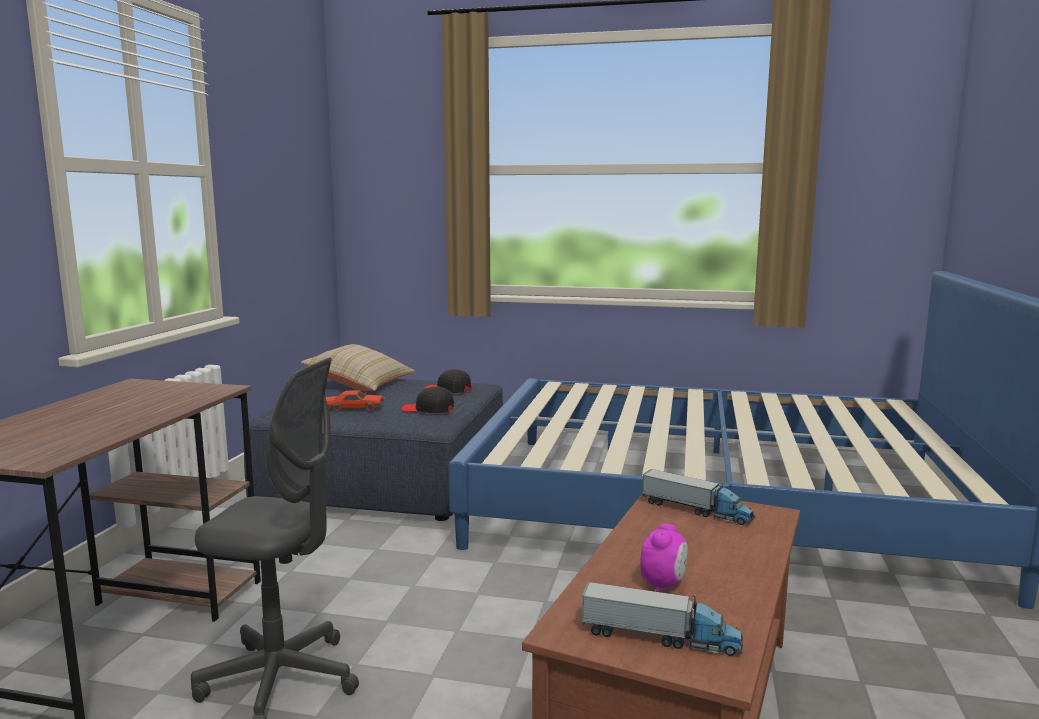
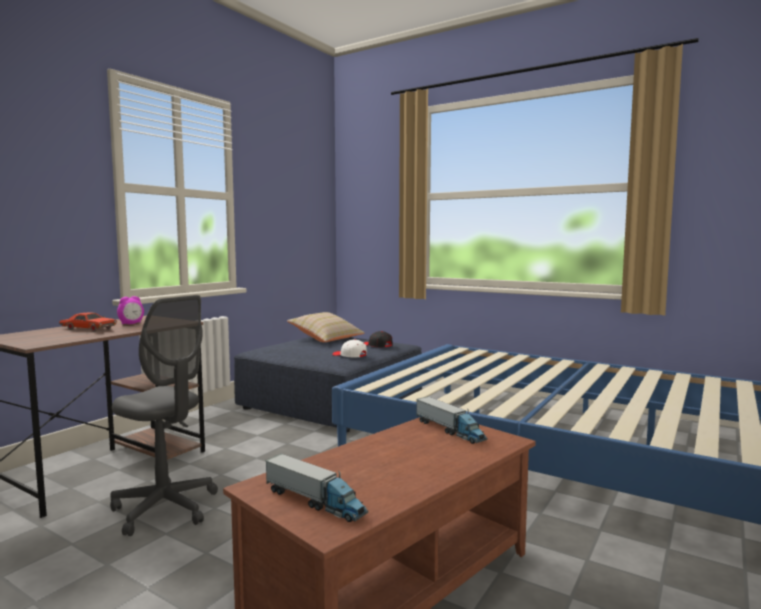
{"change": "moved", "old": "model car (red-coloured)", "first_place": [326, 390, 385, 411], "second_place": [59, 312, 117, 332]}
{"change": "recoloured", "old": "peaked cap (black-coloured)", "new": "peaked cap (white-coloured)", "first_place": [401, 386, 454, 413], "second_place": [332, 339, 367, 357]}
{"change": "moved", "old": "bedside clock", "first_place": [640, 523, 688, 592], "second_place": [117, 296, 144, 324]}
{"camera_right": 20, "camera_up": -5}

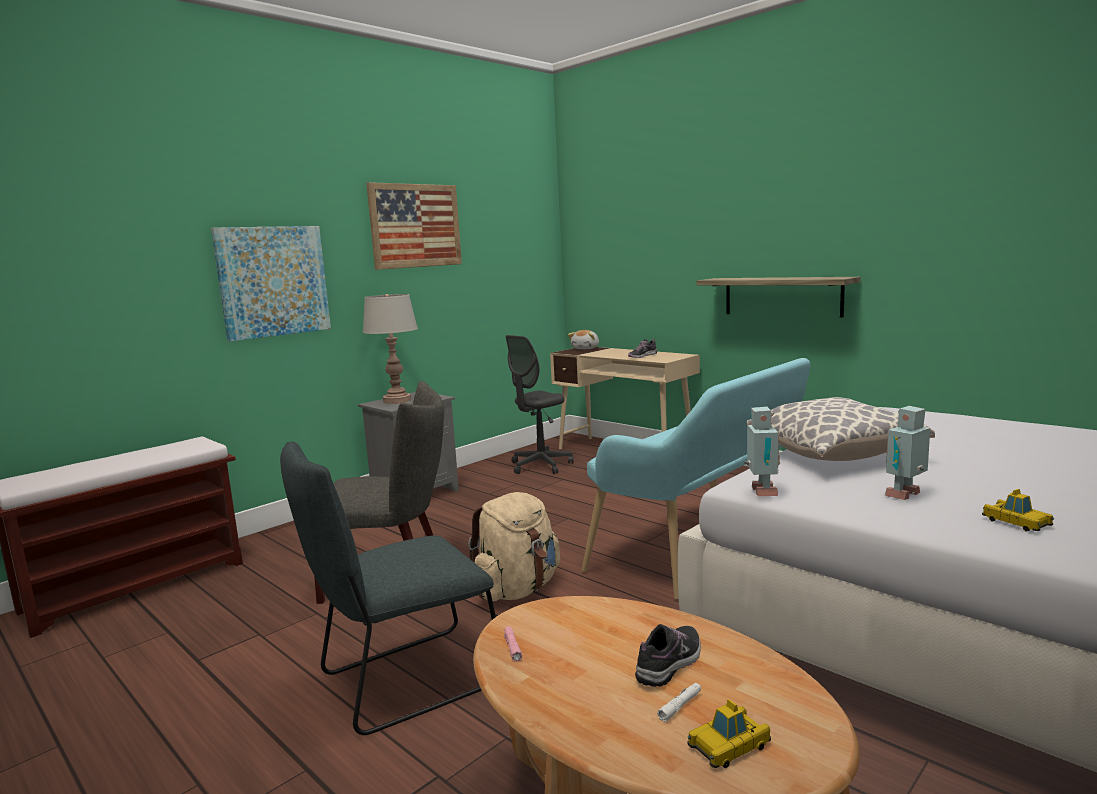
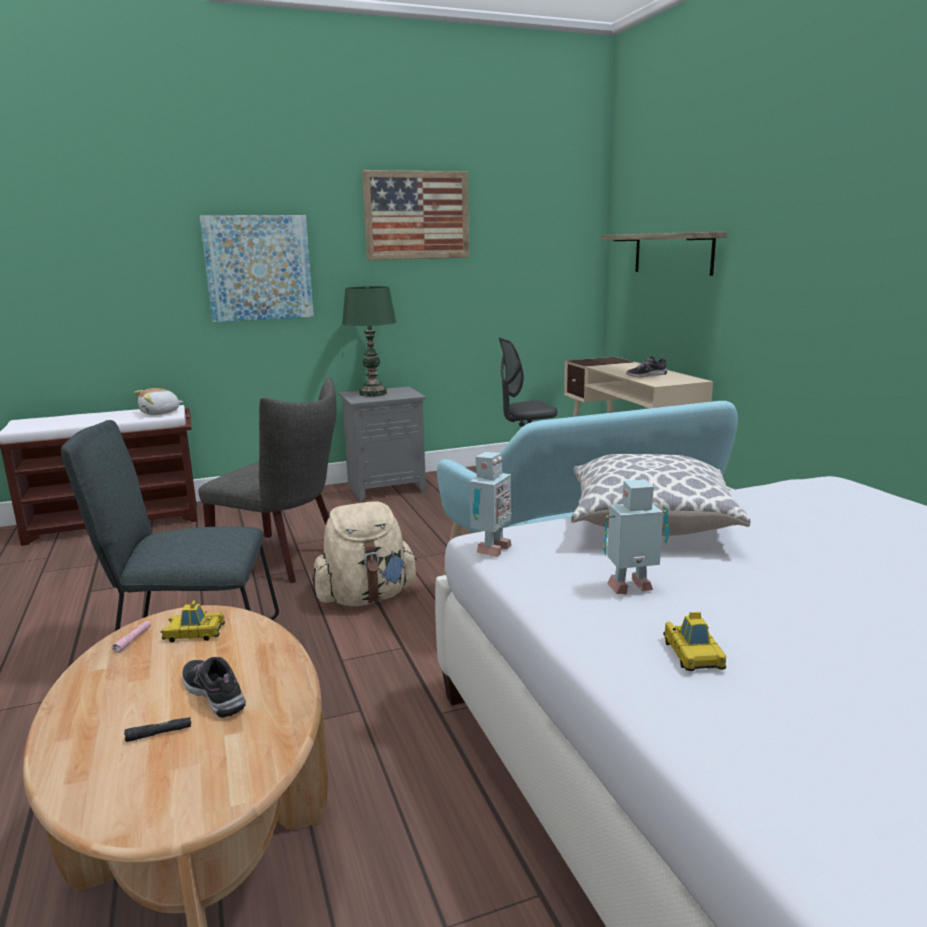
{"change": "recoloured", "old": "lamp for a table (greyish)", "new": "lamp for a table (greenish)", "first_place": [363, 294, 418, 404], "second_place": [342, 286, 396, 397]}
{"change": "moved", "old": "soft toy", "first_place": [568, 330, 599, 349], "second_place": [134, 388, 183, 415]}
{"change": "turned", "old": "shoe", "first_place": [635, 624, 701, 687], "second_place": [182, 657, 246, 718], "degrees": -105}
{"change": "recoloured", "old": "hand torch (white-coloured)", "new": "hand torch (black-coloured)", "first_place": [657, 683, 701, 722], "second_place": [124, 717, 191, 742]}
{"change": "moved", "old": "model car", "first_place": [688, 699, 771, 768], "second_place": [160, 600, 225, 642]}
{"change": "moved", "old": "bracket shelf", "first_place": [697, 277, 860, 317], "second_place": [601, 232, 727, 276]}
{"camera_right": 25, "camera_up": 5}

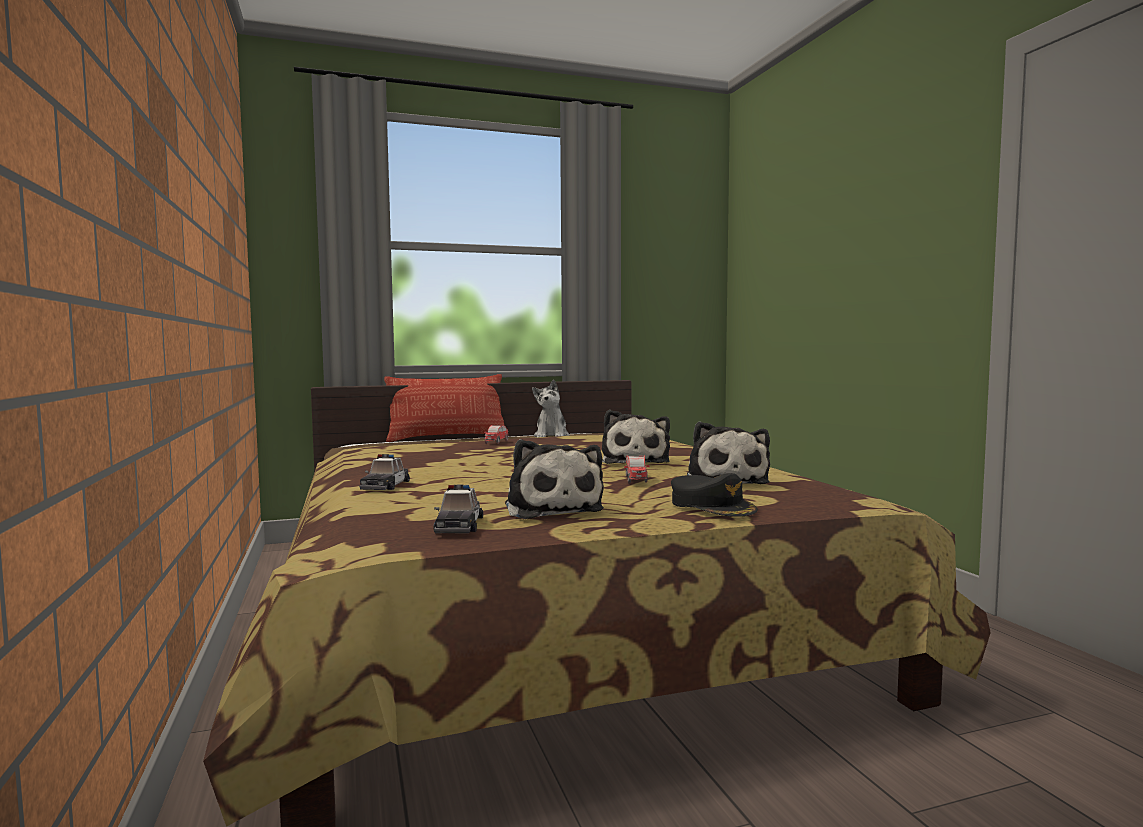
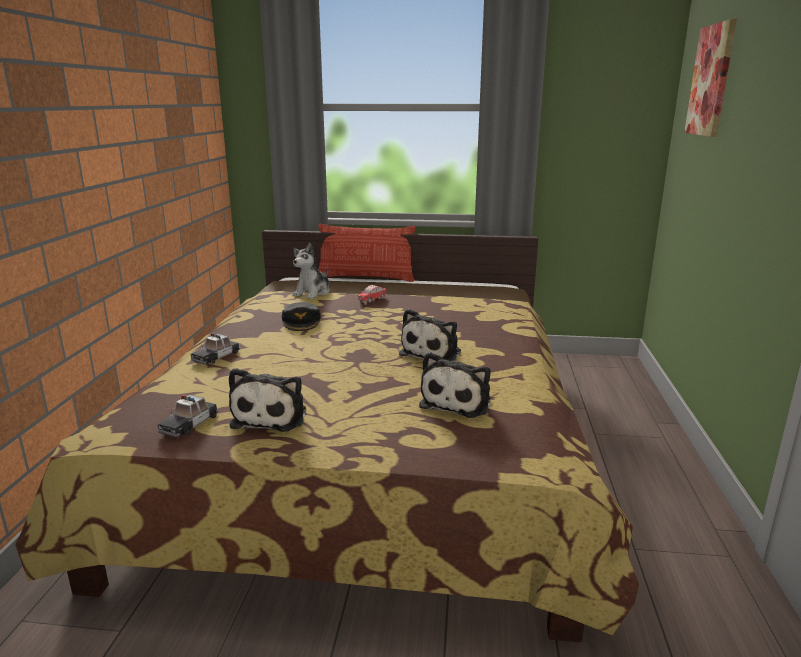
{"change": "moved", "old": "soft toy", "first_place": [532, 380, 569, 437], "second_place": [293, 243, 330, 299]}
{"change": "removed", "old": "model car", "first_place": [624, 455, 650, 484]}
{"change": "moved", "old": "peaked cap (black-coloured)", "first_place": [671, 473, 758, 517], "second_place": [282, 302, 321, 331]}
{"change": "added", "new": "picture", "second_place": [684, 19, 737, 137]}
{"camera_right": 25, "camera_up": 15}

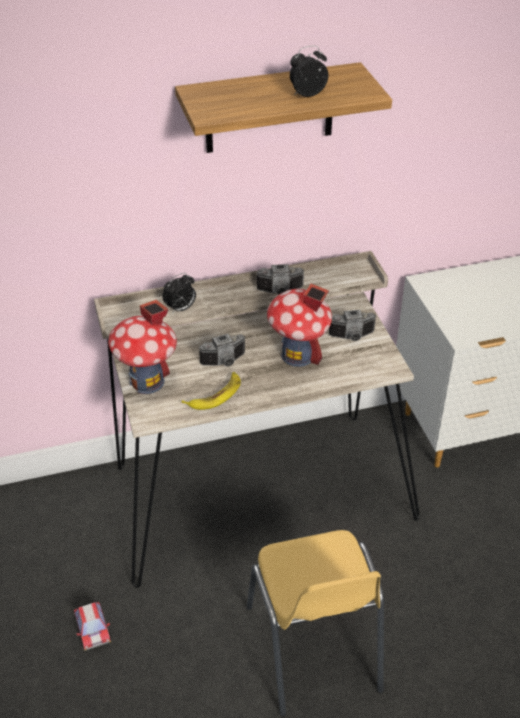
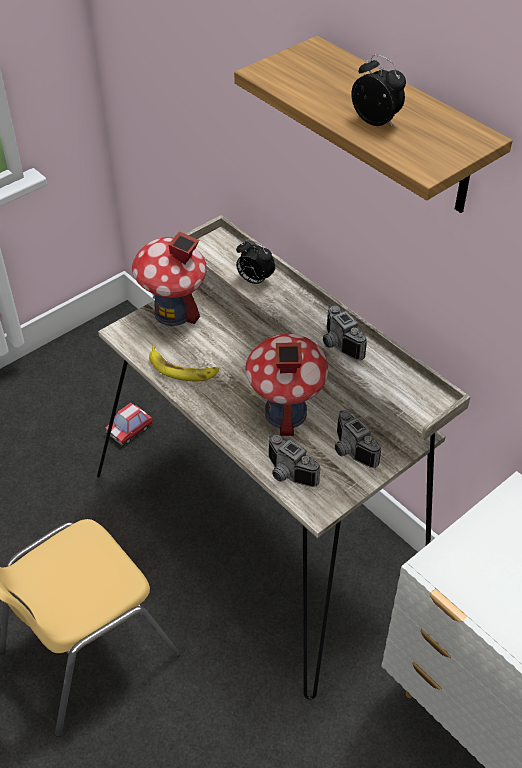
{"change": "moved", "old": "model car", "first_place": [74, 602, 111, 651], "second_place": [105, 403, 153, 445]}
{"change": "moved", "old": "still camera", "first_place": [198, 334, 245, 367], "second_place": [269, 435, 320, 487]}
{"camera_right": 65, "camera_up": 5}

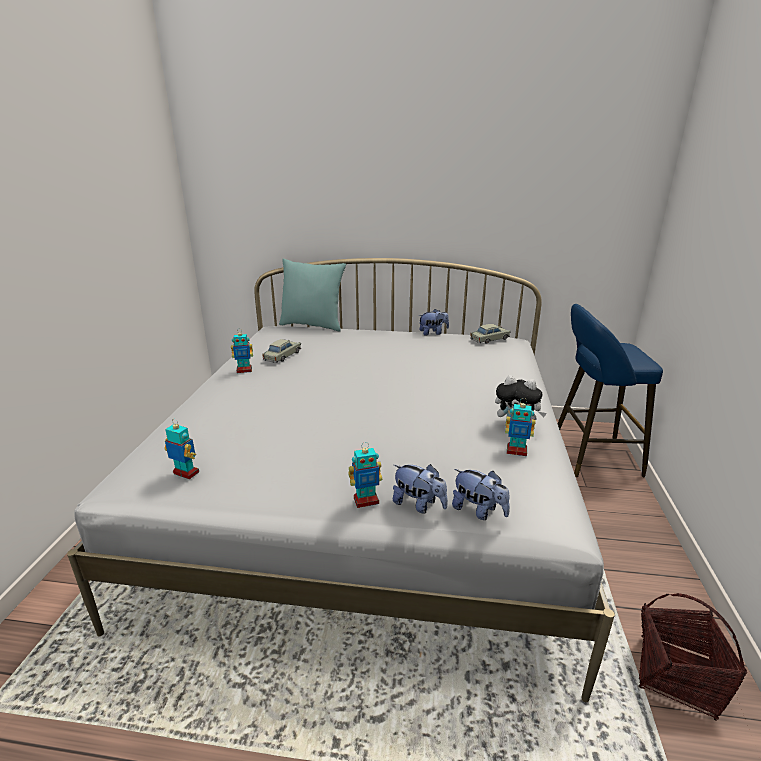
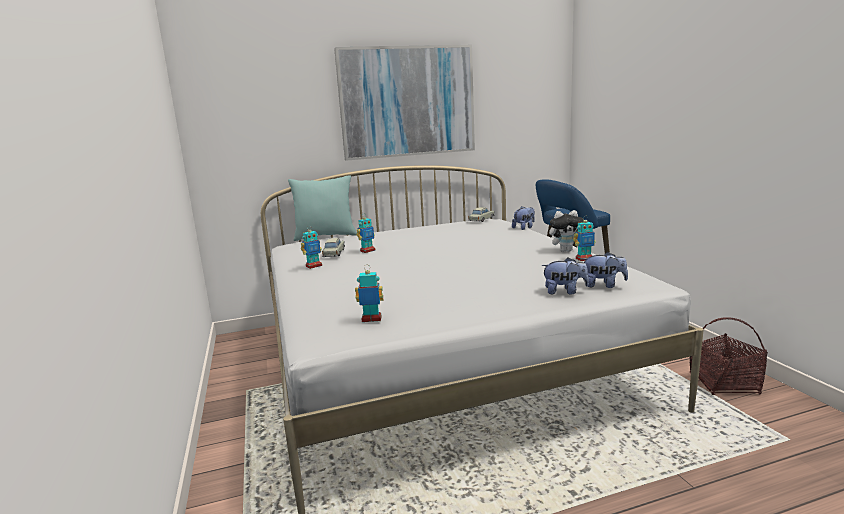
{"change": "moved", "old": "model robot", "first_place": [348, 442, 382, 508], "second_place": [356, 213, 375, 253]}
{"change": "moved", "old": "soft toy", "first_place": [418, 309, 449, 336], "second_place": [512, 206, 535, 230]}
{"change": "added", "new": "picture", "second_place": [334, 45, 475, 161]}
{"camera_right": -25, "camera_up": -10}

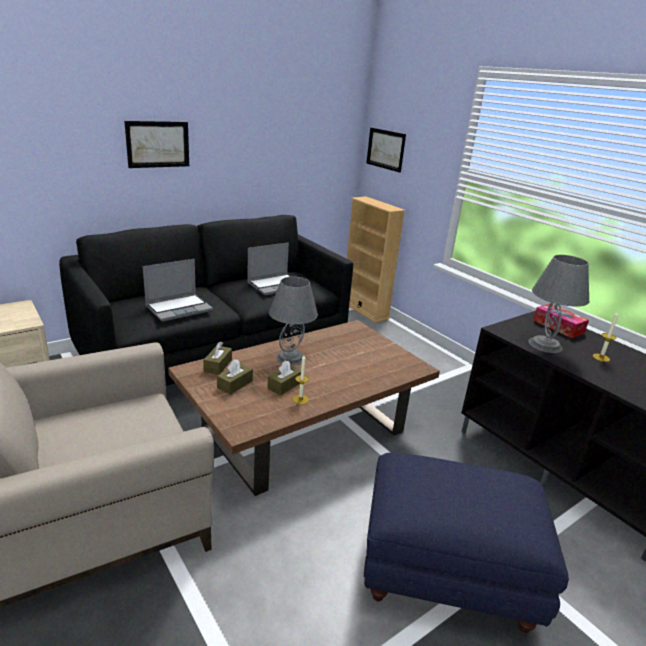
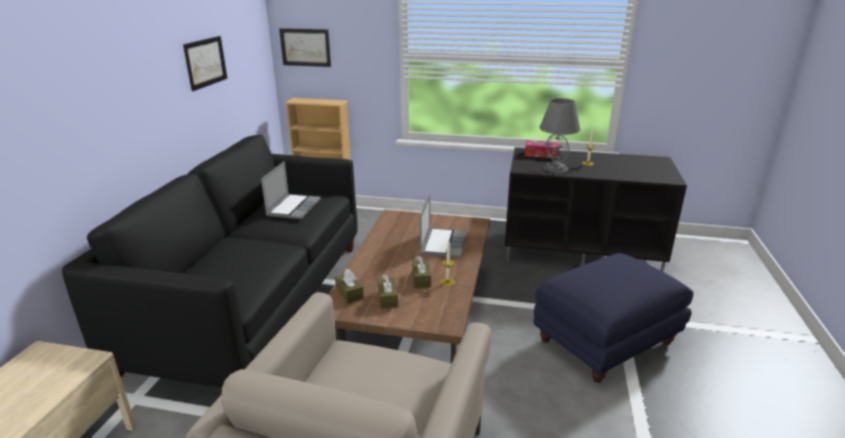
{"change": "moved", "old": "picture", "first_place": [124, 121, 189, 168], "second_place": [183, 36, 227, 91]}
{"change": "moved", "old": "portable computer", "first_place": [143, 259, 213, 322], "second_place": [420, 194, 467, 258]}
{"change": "removed", "old": "lamp for a table (greyish)", "first_place": [269, 277, 318, 366]}
{"camera_right": -40, "camera_up": 0}

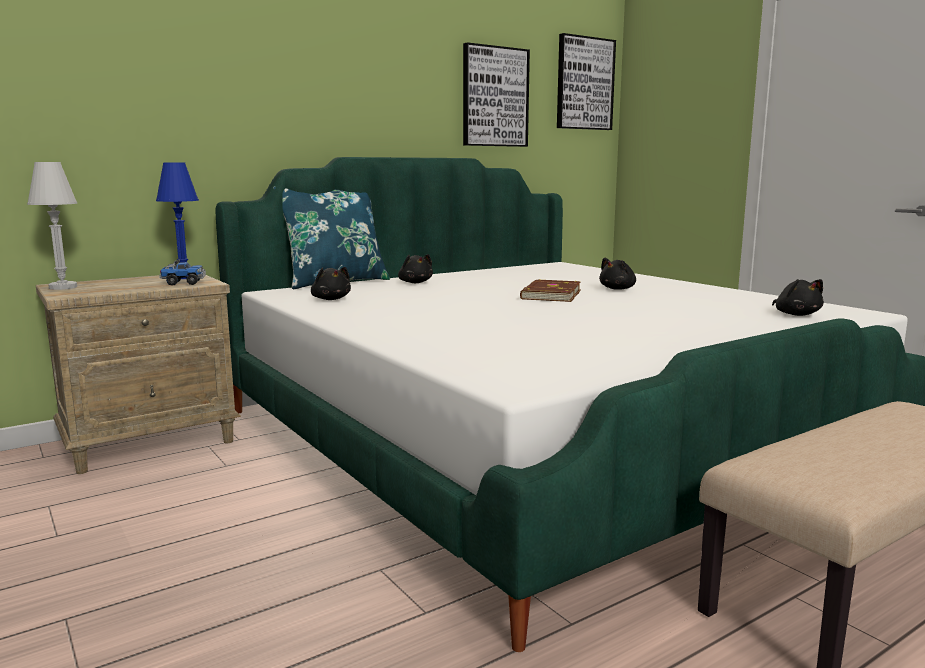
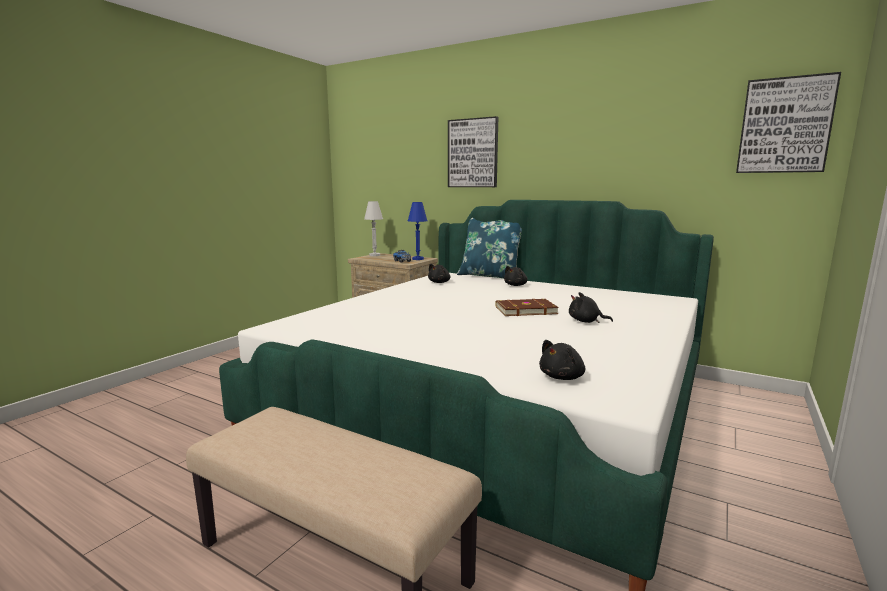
{"change": "moved", "old": "picture", "first_place": [463, 42, 530, 147], "second_place": [448, 116, 498, 187]}
{"camera_right": 65, "camera_up": 0}

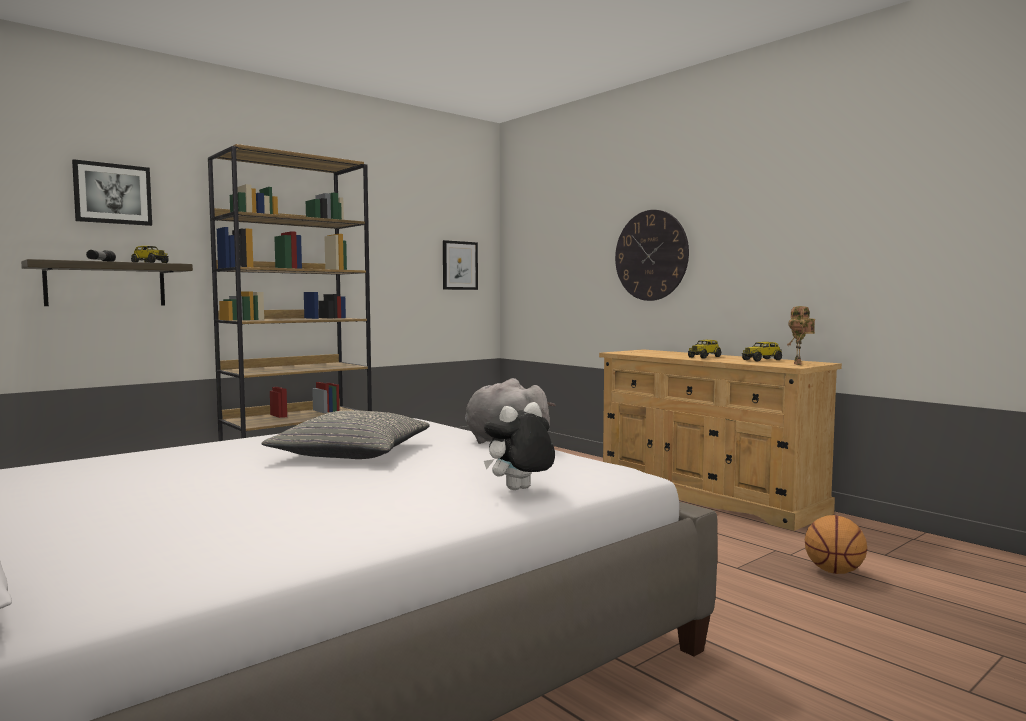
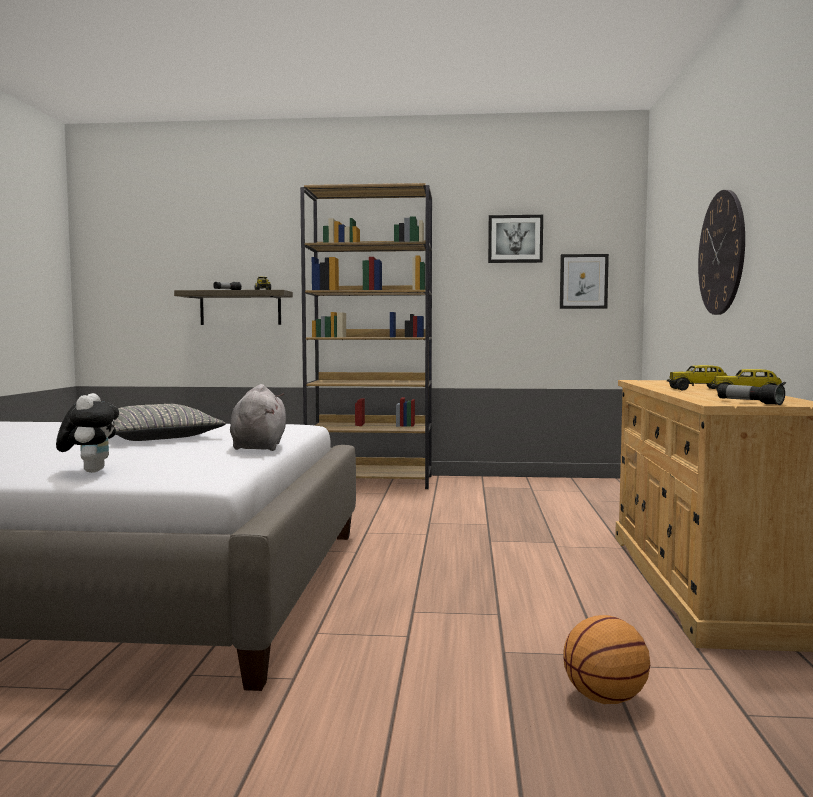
{"change": "moved", "old": "picture", "first_place": [72, 159, 152, 226], "second_place": [488, 215, 543, 263]}
{"change": "turned", "old": "soft toy", "first_place": [484, 402, 555, 490], "second_place": [56, 393, 119, 473], "degrees": 75}
{"change": "replaced", "old": "model robot", "new": "hand torch", "first_place": [787, 306, 815, 365], "second_place": [718, 384, 785, 405]}
{"camera_right": 45, "camera_up": 0}

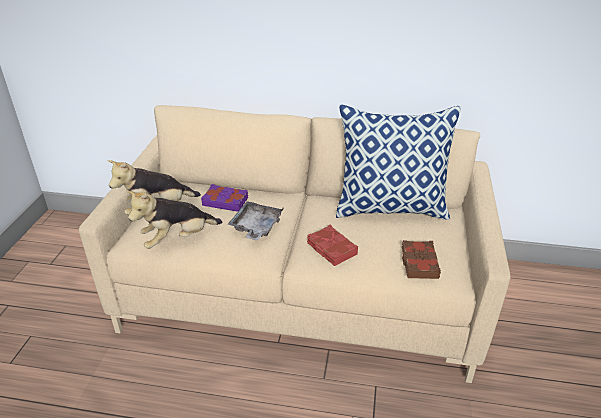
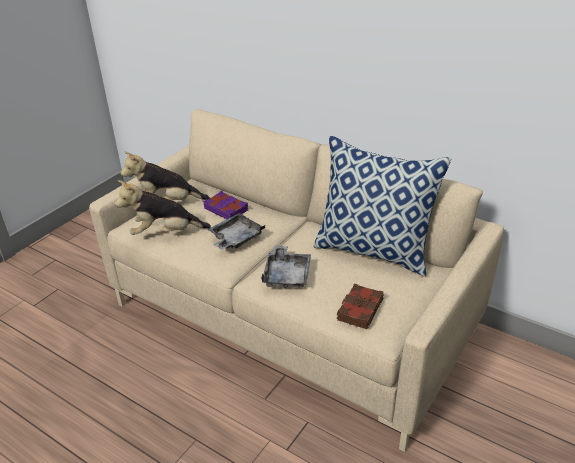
{"change": "replaced", "old": "volume (red-coloured)", "new": "carrying tray (greyish)", "first_place": [307, 225, 358, 266], "second_place": [261, 246, 311, 289]}
{"camera_right": 25, "camera_up": 0}

